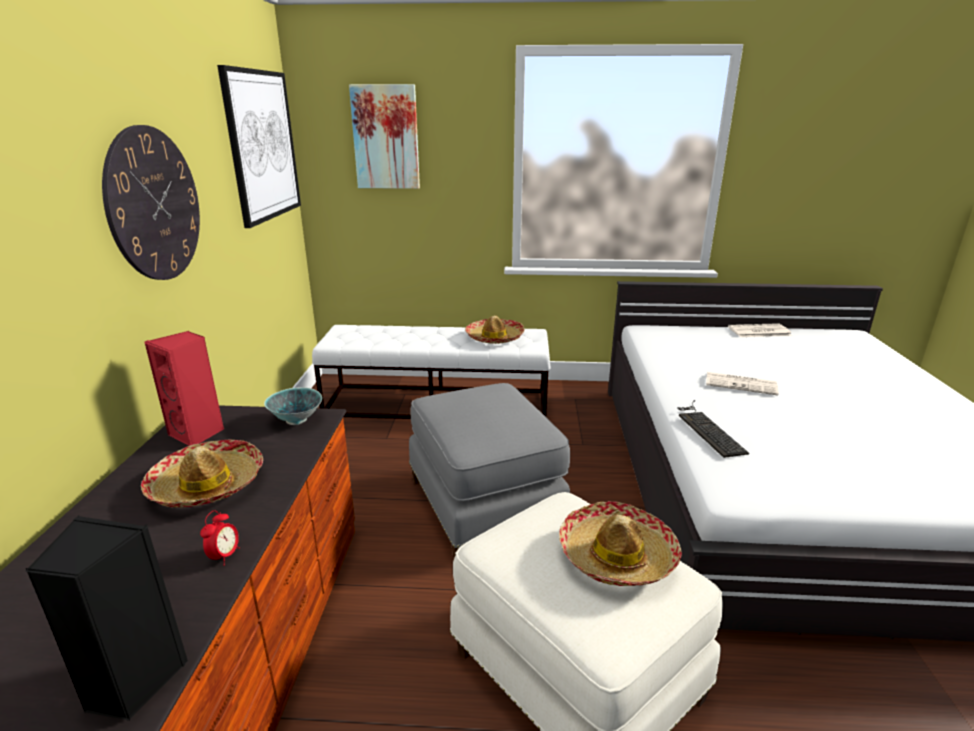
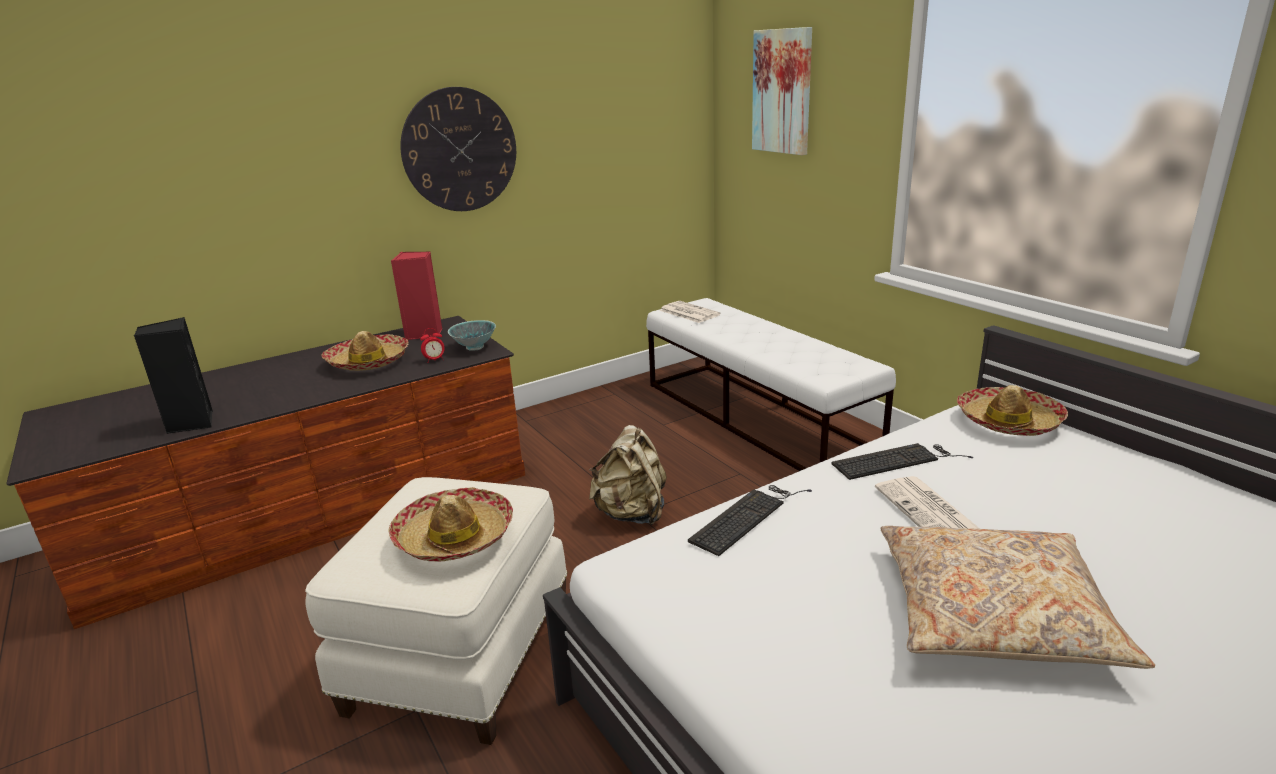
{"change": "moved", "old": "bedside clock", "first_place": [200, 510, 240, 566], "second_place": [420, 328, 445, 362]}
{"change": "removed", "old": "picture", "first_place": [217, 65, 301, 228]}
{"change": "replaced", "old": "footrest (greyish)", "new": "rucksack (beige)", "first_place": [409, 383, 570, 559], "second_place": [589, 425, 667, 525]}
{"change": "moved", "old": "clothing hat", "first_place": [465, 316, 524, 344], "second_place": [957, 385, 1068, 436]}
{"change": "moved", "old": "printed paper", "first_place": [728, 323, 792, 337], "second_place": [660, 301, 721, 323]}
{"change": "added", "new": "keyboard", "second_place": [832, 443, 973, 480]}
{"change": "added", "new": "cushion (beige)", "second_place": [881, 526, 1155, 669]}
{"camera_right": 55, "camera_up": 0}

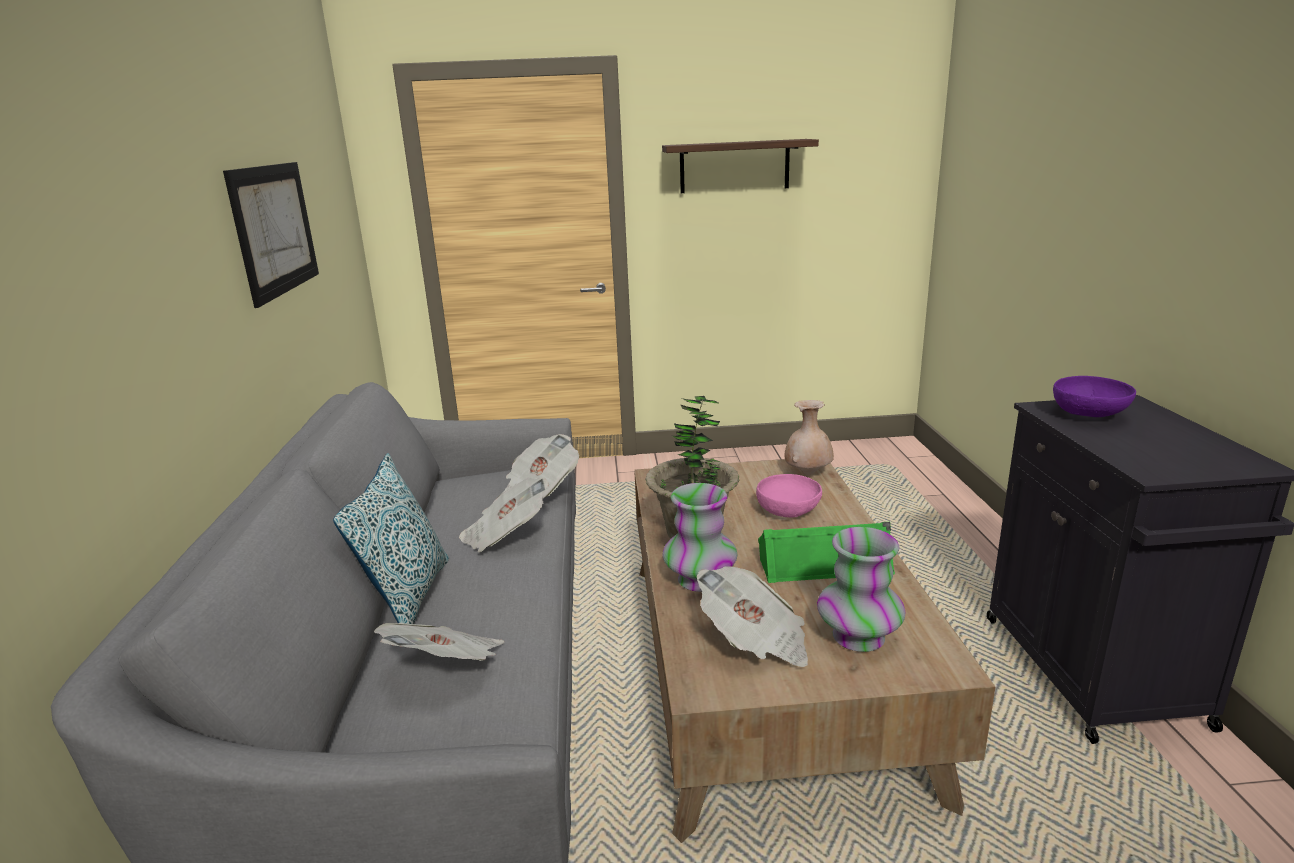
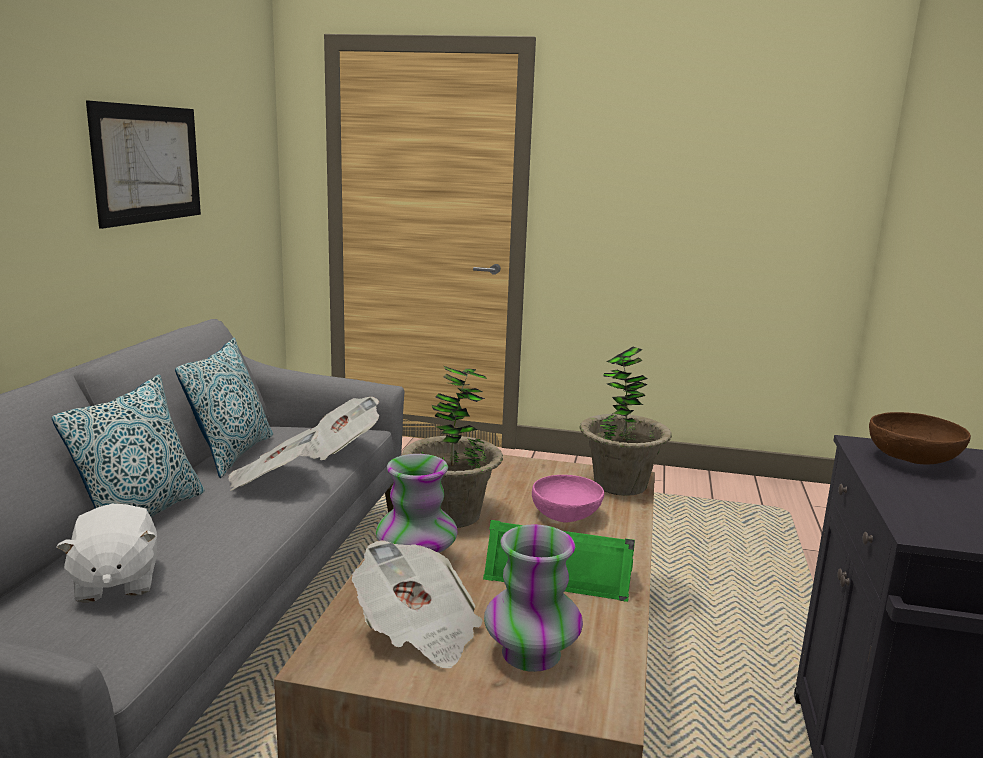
{"change": "replaced", "old": "printed paper", "new": "soft toy (white-coloured)", "first_place": [374, 623, 504, 661], "second_place": [56, 504, 157, 603]}
{"change": "removed", "old": "bracket shelf", "first_place": [662, 139, 819, 193]}
{"change": "replaced", "old": "decorative vase (beige)", "new": "potted plant", "first_place": [785, 400, 834, 475], "second_place": [580, 346, 672, 496]}
{"change": "recoloured", "old": "deep dish (purple)", "new": "deep dish (brown-coloured)", "first_place": [1053, 376, 1136, 417], "second_place": [869, 412, 971, 464]}
{"change": "added", "new": "cushion", "second_place": [175, 338, 273, 478]}
{"camera_right": 15, "camera_up": -5}

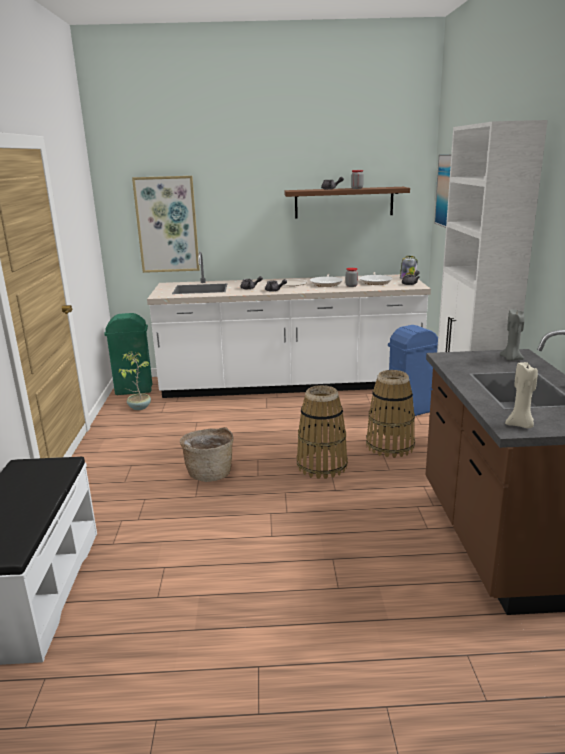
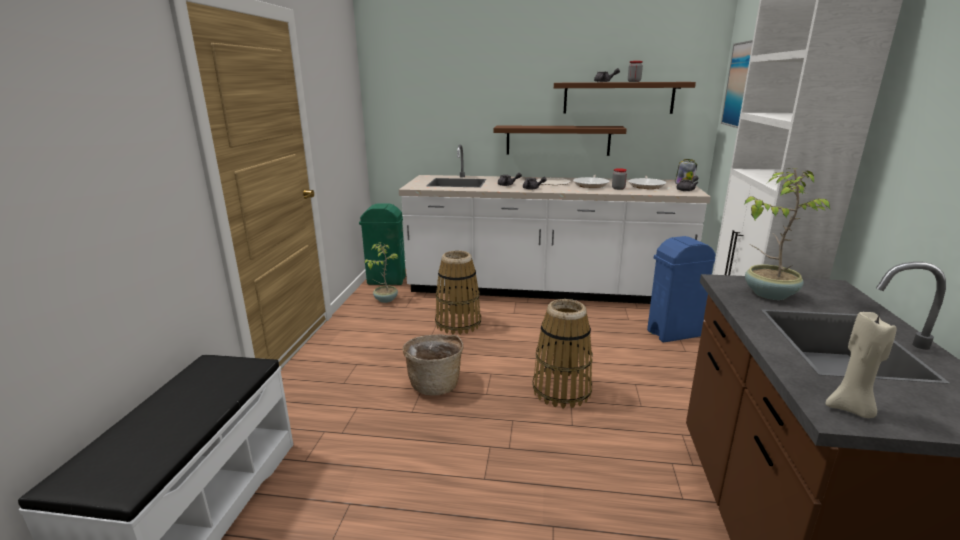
{"change": "removed", "old": "picture", "first_place": [132, 176, 200, 273]}
{"change": "moved", "old": "storage basket", "first_place": [366, 370, 415, 458], "second_place": [435, 251, 481, 335]}
{"change": "removed", "old": "wax light (greyish)", "first_place": [500, 309, 524, 361]}
{"change": "added", "new": "bracket shelf (brown-coloured)", "second_place": [493, 126, 627, 156]}
{"change": "added", "new": "potted plant", "second_place": [745, 168, 830, 300]}
{"camera_right": 10, "camera_up": 0}

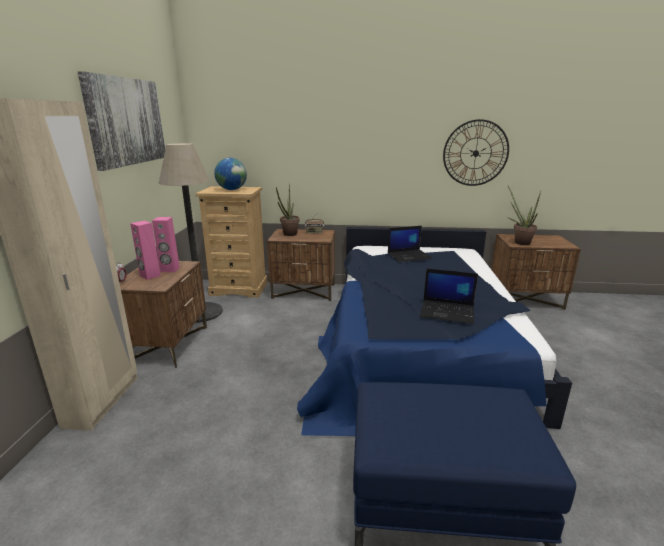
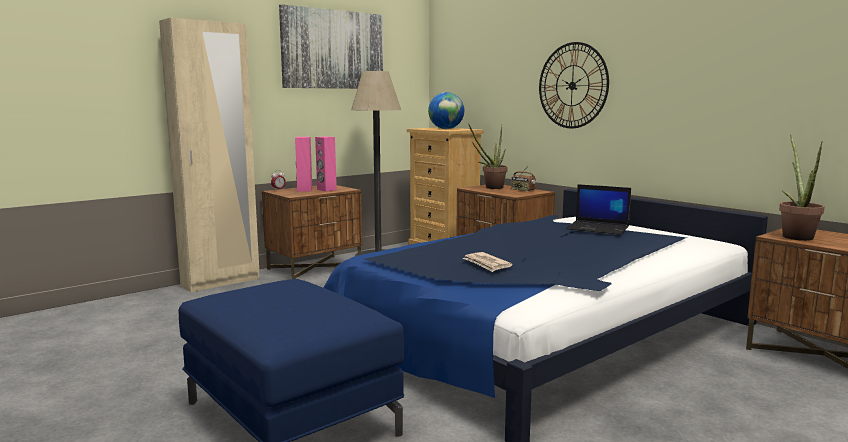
{"change": "replaced", "old": "portable computer", "new": "printed paper", "first_place": [420, 269, 478, 324], "second_place": [463, 252, 513, 272]}
{"change": "moved", "old": "clock on the wall", "first_place": [443, 119, 509, 186], "second_place": [539, 42, 609, 128]}
{"camera_right": 45, "camera_up": -10}

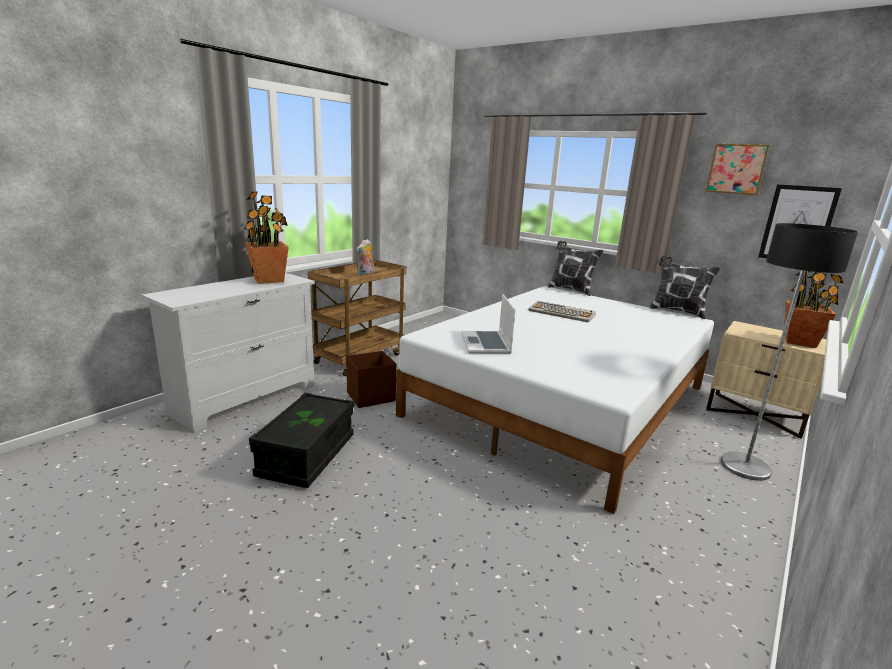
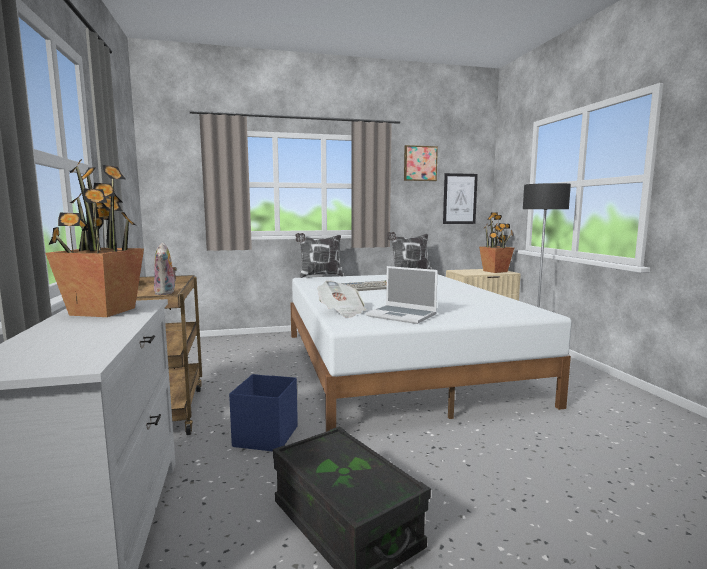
{"change": "recoloured", "old": "storage bin (brown-coloured)", "new": "storage bin (bluish)", "first_place": [346, 351, 396, 408], "second_place": [229, 374, 298, 451]}
{"change": "added", "new": "printed paper", "second_place": [317, 281, 366, 318]}
{"camera_right": -50, "camera_up": -10}

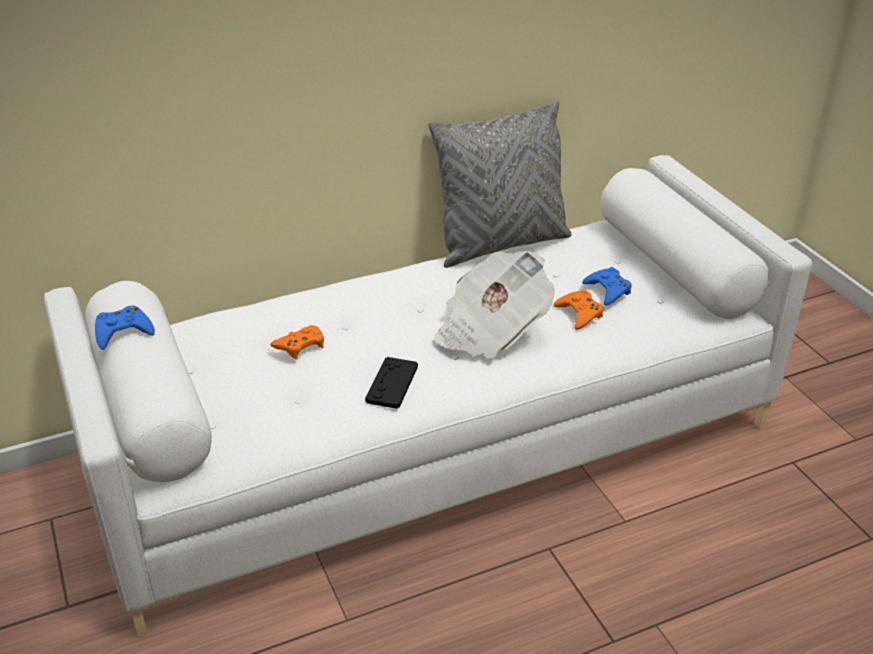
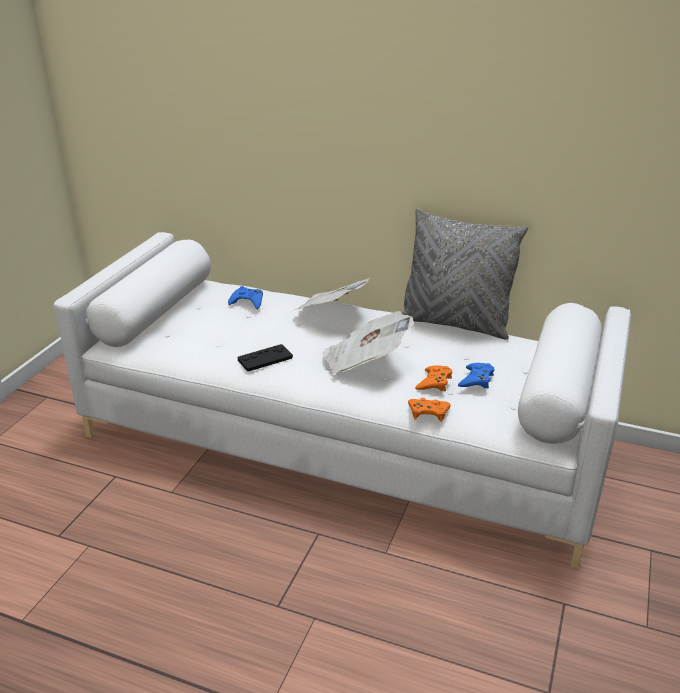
{"change": "moved", "old": "joypad (bluish)", "first_place": [95, 305, 155, 350], "second_place": [228, 286, 263, 309]}
{"change": "moved", "old": "joypad (orange)", "first_place": [270, 325, 324, 359], "second_place": [408, 398, 451, 422]}
{"change": "added", "new": "printed paper", "second_place": [294, 278, 370, 310]}
{"camera_right": 45, "camera_up": -5}

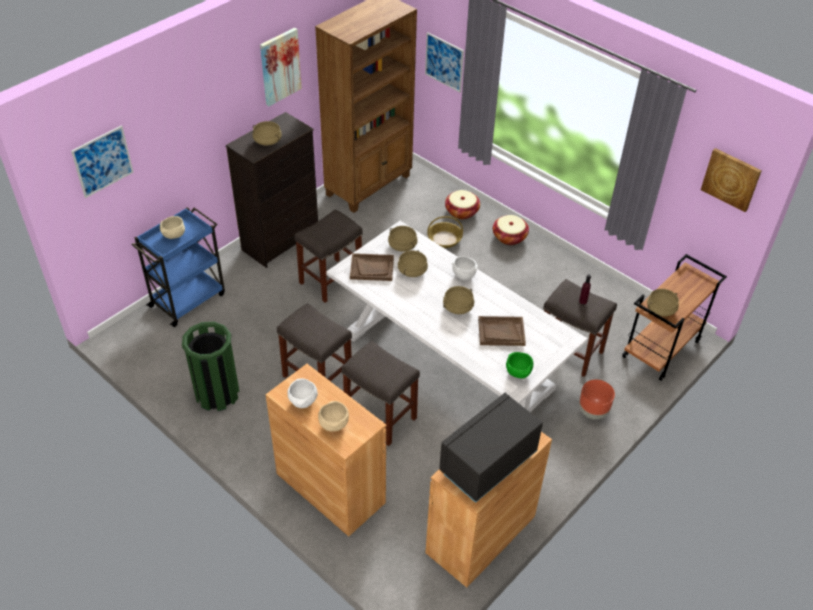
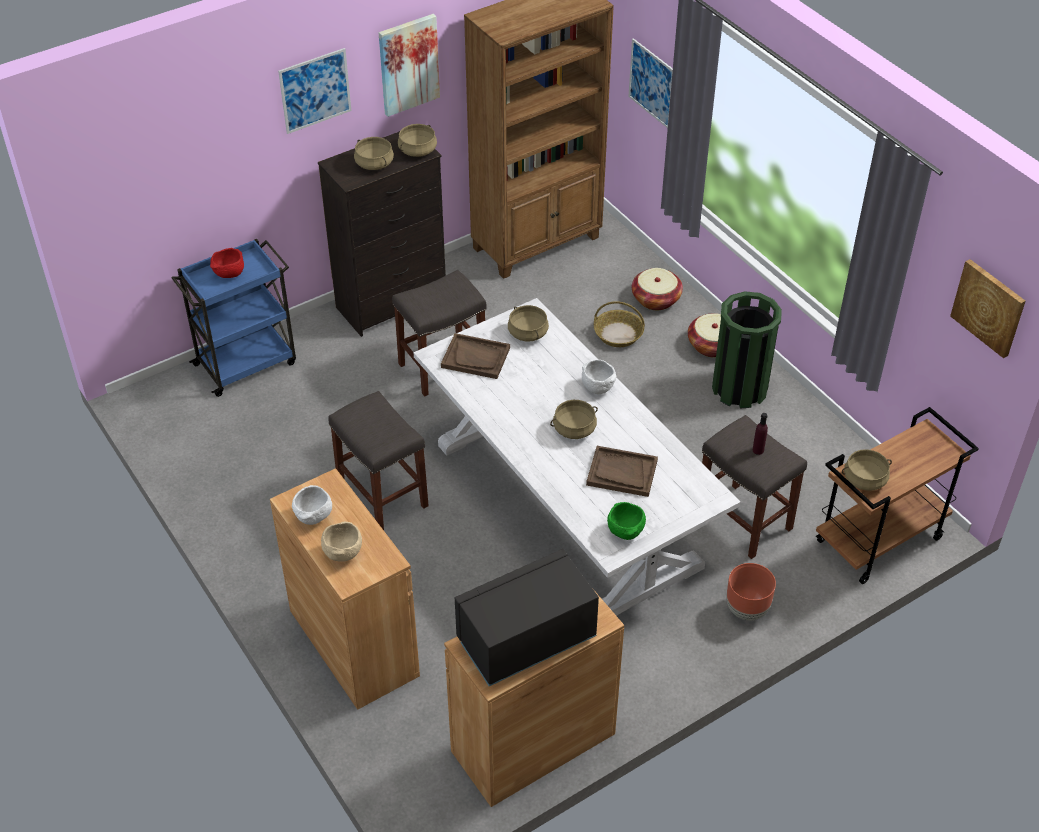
{"change": "moved", "old": "picture", "first_place": [71, 125, 133, 198], "second_place": [278, 48, 351, 134]}
{"change": "recoloured", "old": "deep dish (beige)", "new": "deep dish (red-coloured)", "first_place": [160, 216, 185, 239], "second_place": [210, 248, 244, 278]}
{"change": "moved", "old": "waste bin (greenish)", "first_place": [182, 322, 240, 411], "second_place": [712, 291, 782, 409]}
{"change": "removed", "old": "sitting stool (greyish)", "first_place": [342, 341, 420, 446]}
{"change": "moved", "old": "cooking pot (beige)", "first_place": [398, 250, 428, 277], "second_place": [398, 124, 437, 157]}
{"camera_right": 15, "camera_up": 0}

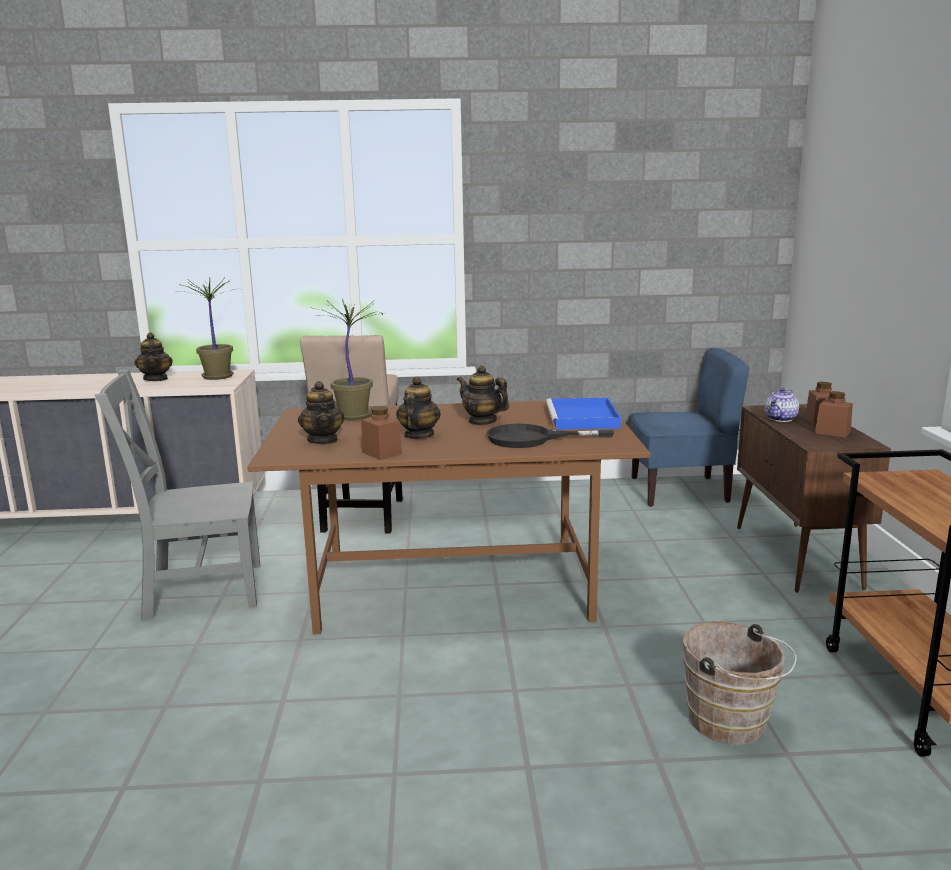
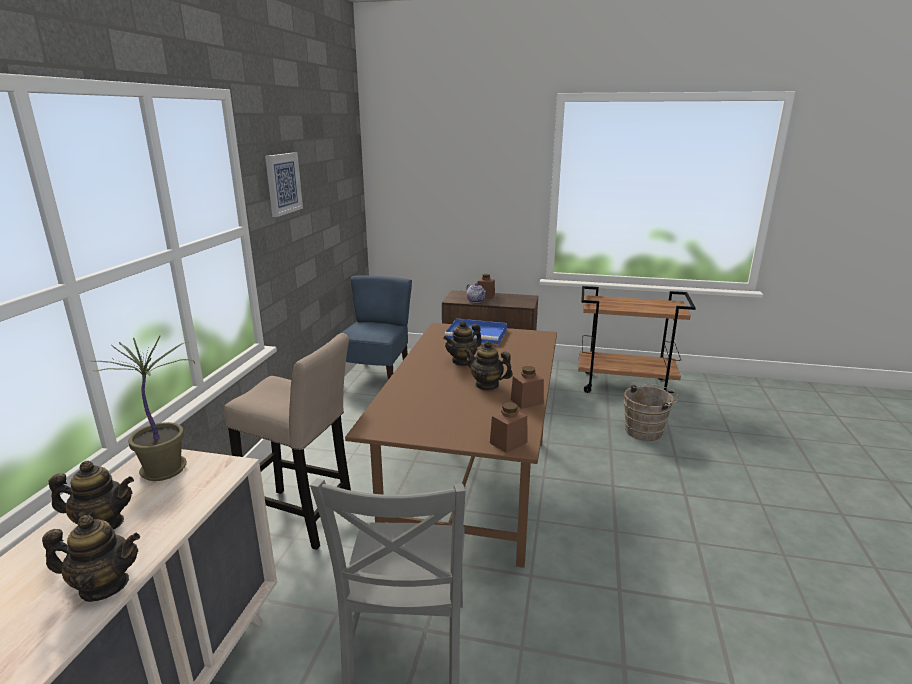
{"change": "moved", "old": "teapot", "first_place": [298, 381, 345, 444], "second_place": [42, 515, 140, 602]}
{"change": "removed", "old": "potted plant", "first_place": [313, 299, 383, 420]}
{"change": "removed", "old": "pan (black-coloured)", "first_place": [487, 424, 614, 448]}
{"change": "moved", "old": "preserve jar (brown-coloured)", "first_place": [815, 391, 853, 438], "second_place": [490, 402, 527, 453]}
{"change": "added", "new": "picture", "second_place": [265, 152, 303, 217]}
{"camera_right": -75, "camera_up": 5}

